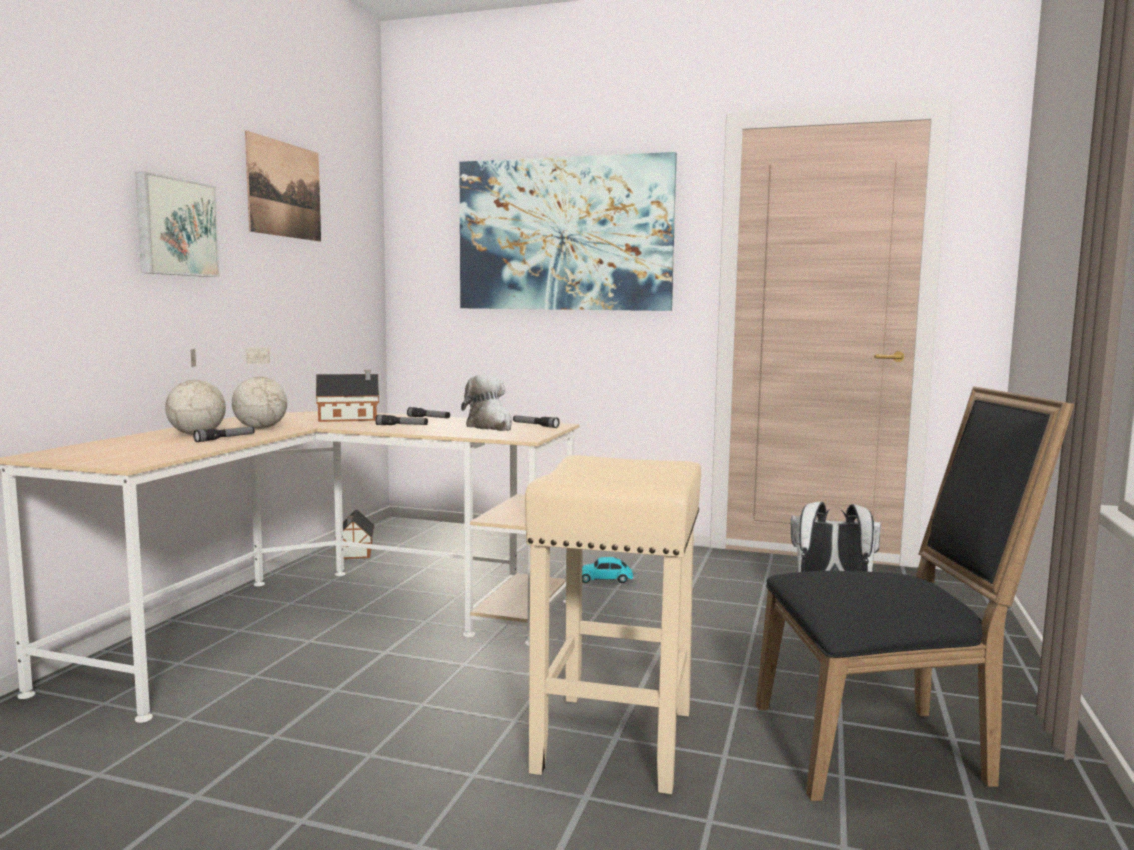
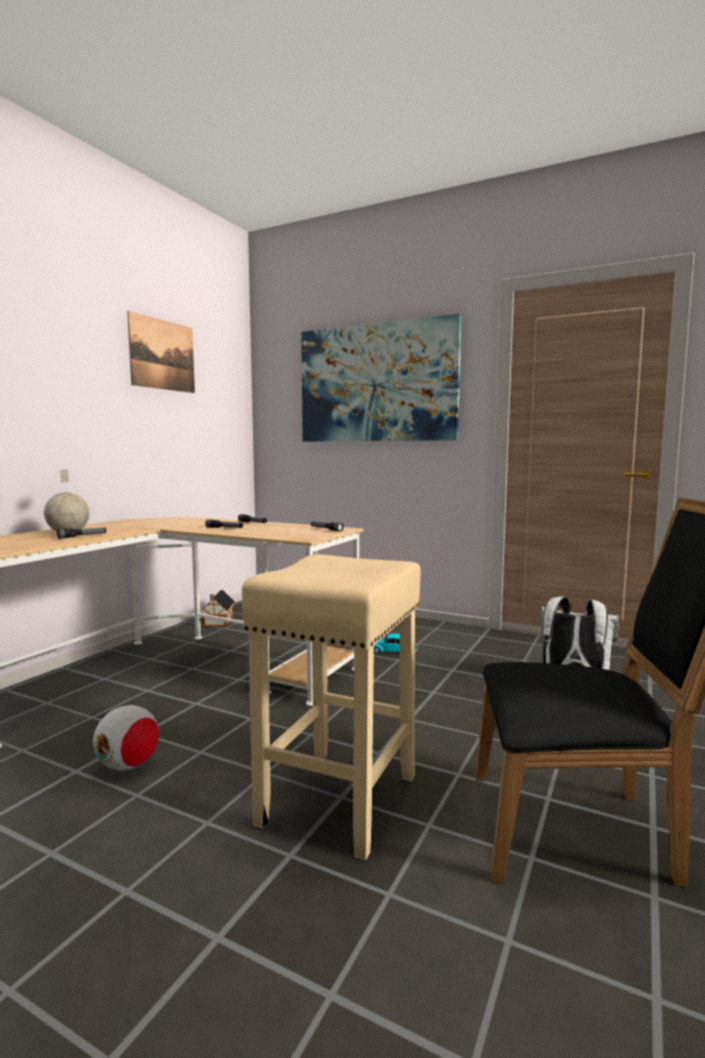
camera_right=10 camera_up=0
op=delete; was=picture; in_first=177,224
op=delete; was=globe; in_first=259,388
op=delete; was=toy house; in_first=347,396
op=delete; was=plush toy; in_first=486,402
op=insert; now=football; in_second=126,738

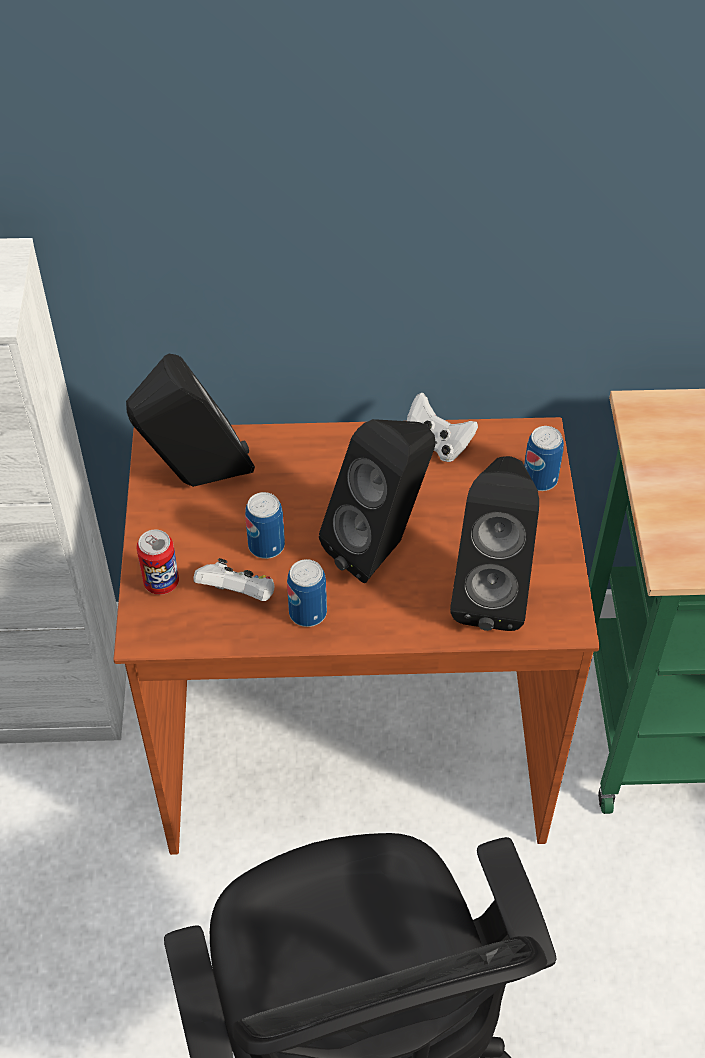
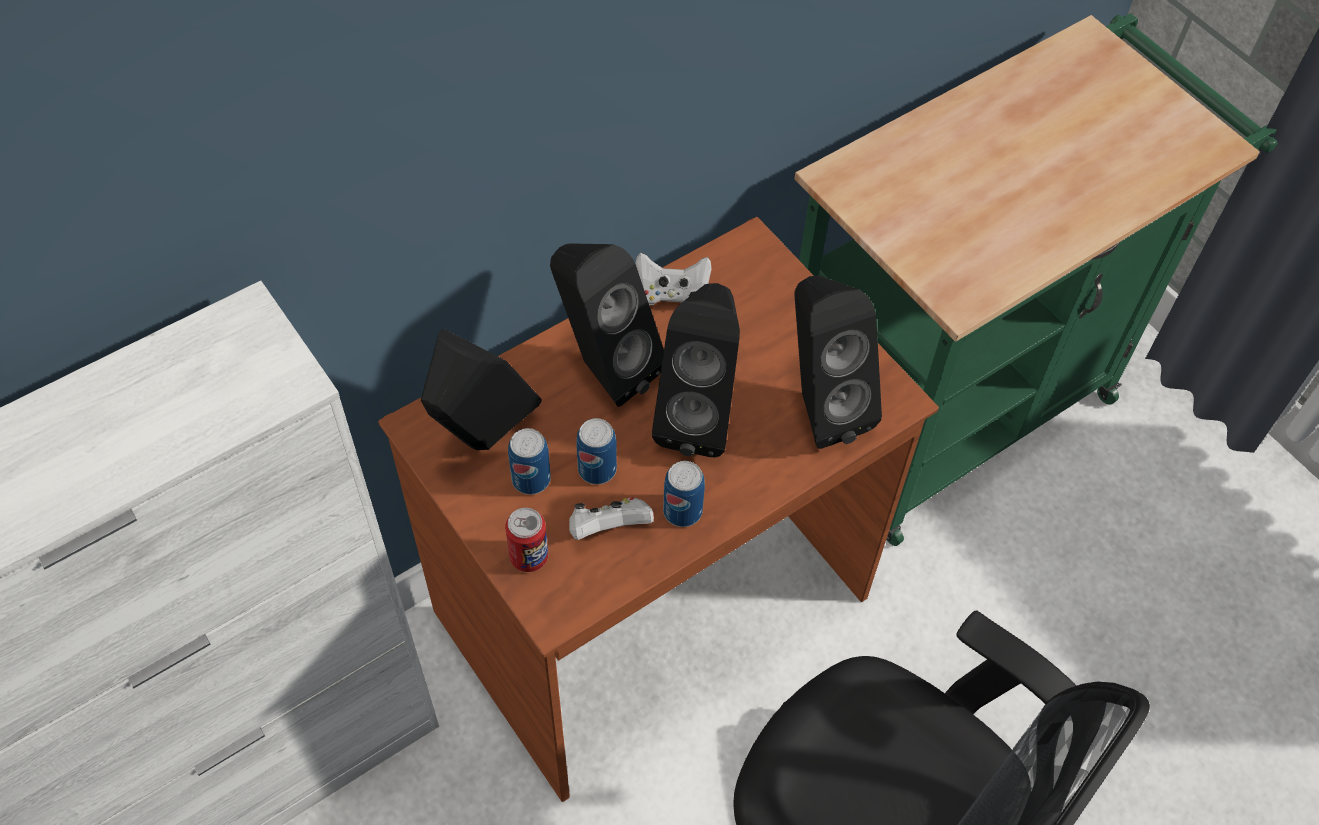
camera_right=-35 camera_up=5
op=move; was=can; in_first=544,458; in_second=529,461
op=insert; now=black speaker; in_second=607,325

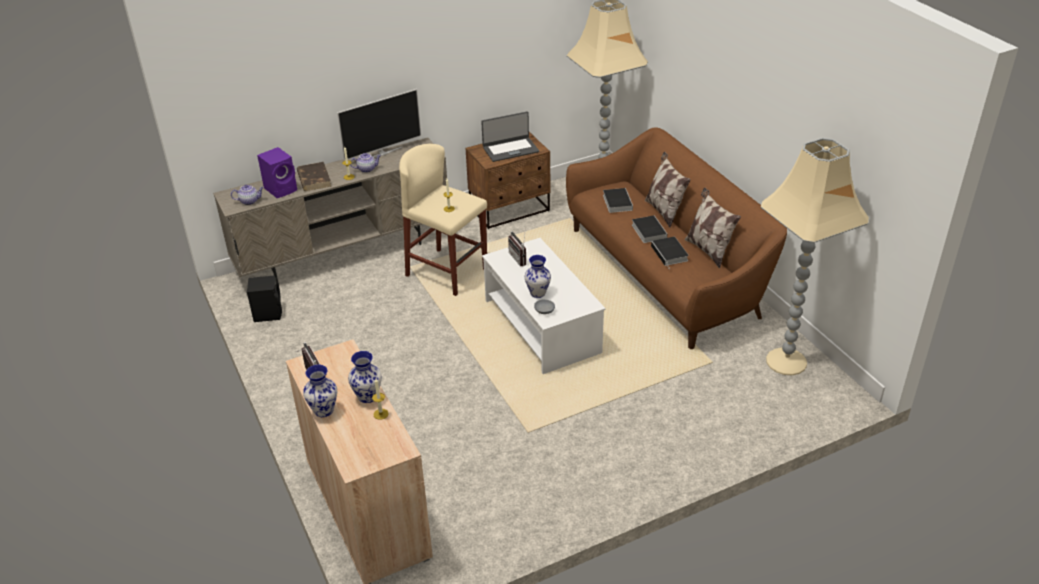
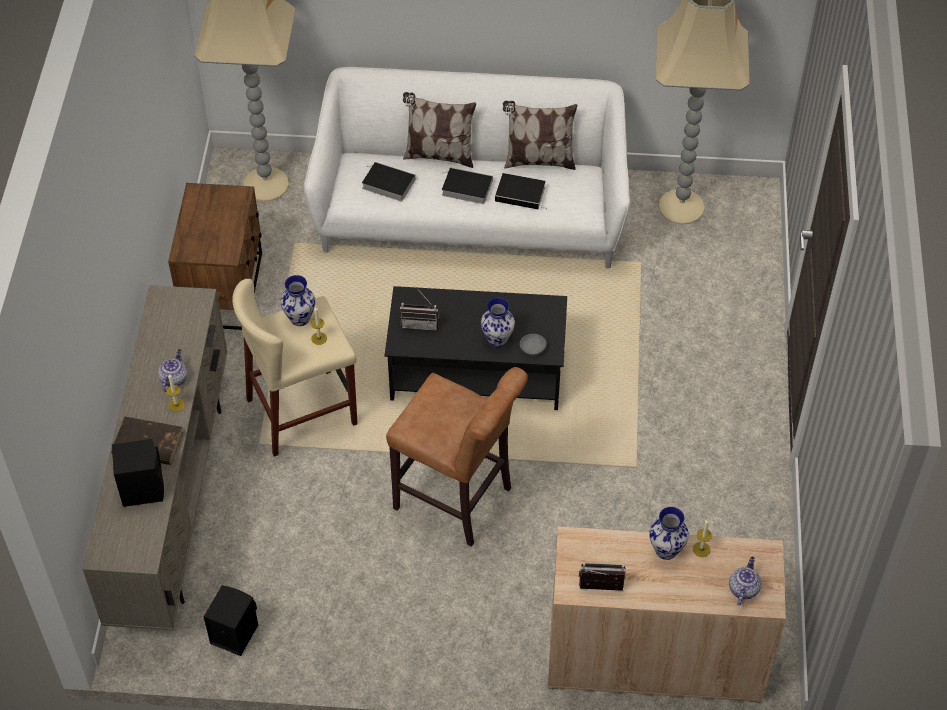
camera_right=-60 camera_up=15
op=move; was=teapot; in_first=247,195; in_second=745,580
op=recolor; was=purple speaker; now=black speaker; in_first=277,172; in_second=138,473
op=move; was=vase; in_first=320,391; in_second=297,300
op=delete; was=television; in_first=379,125
op=delete; was=laptop; in_first=510,136
op=recolor; was=white coffee table; now=black coffee table; in_first=544,306; in_second=476,348
op=recolor; was=brown sofa; now=white sofa; in_first=676,238; in_second=467,167
op=insert; now=brown stool; in_second=457,457

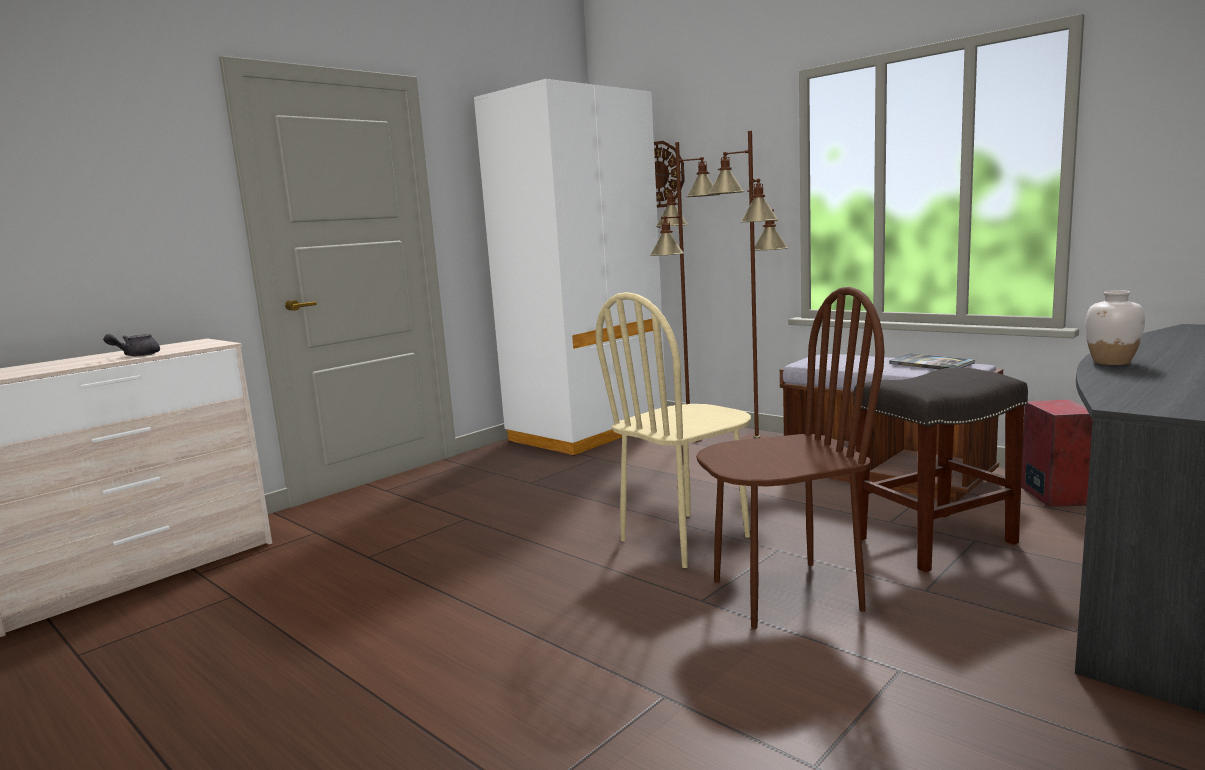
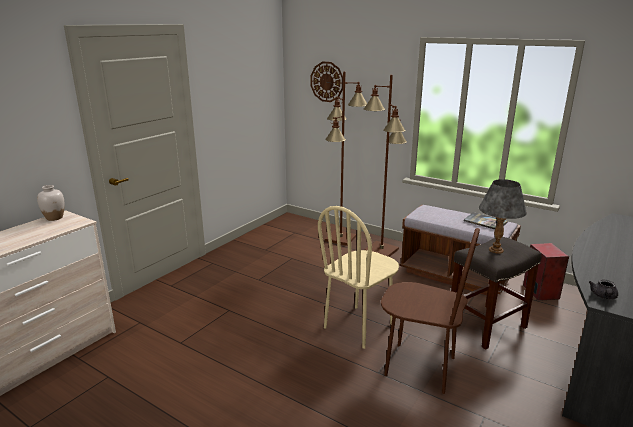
camera_right=-10 camera_up=10
op=move; was=grey teapot; in_first=131,345; in_second=603,290
op=delete; was=white wardrobe; in_first=569,267
op=rotate; was=brown chair; in_first=790,458; in_second=430,311; clockwise=45
op=move; was=white vase; in_first=1115,327; in_second=50,203
op=insert; now=grey table lamp; in_second=503,216

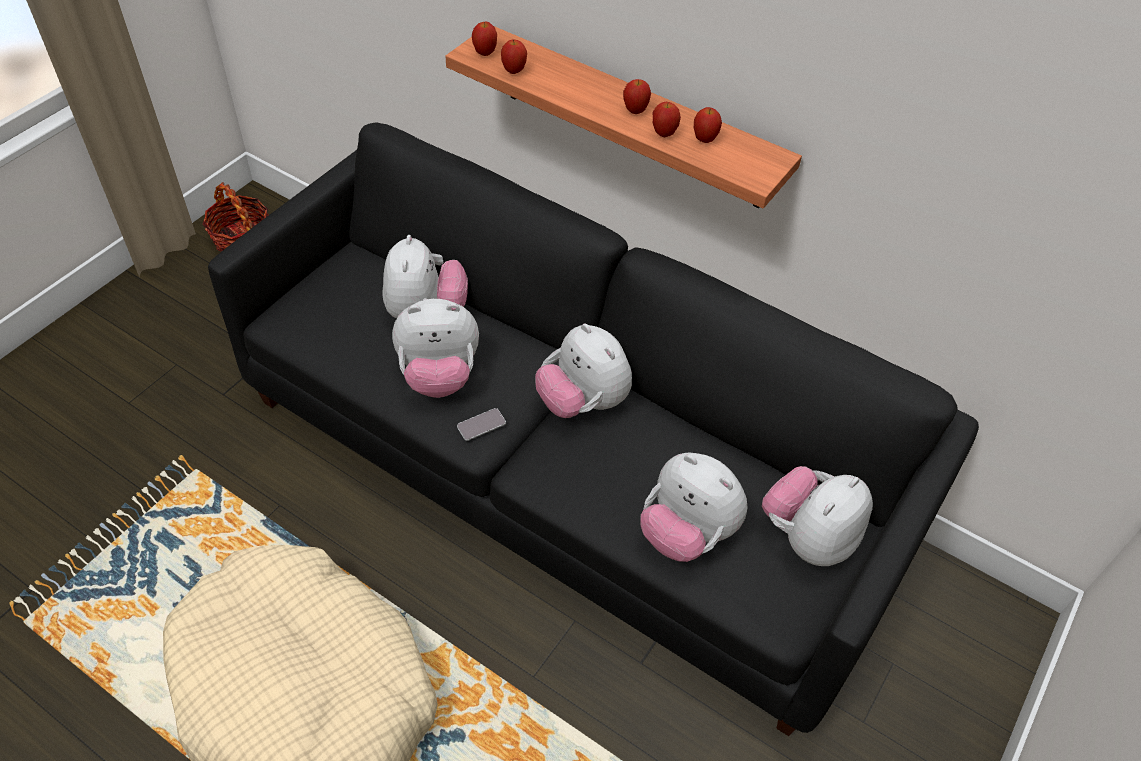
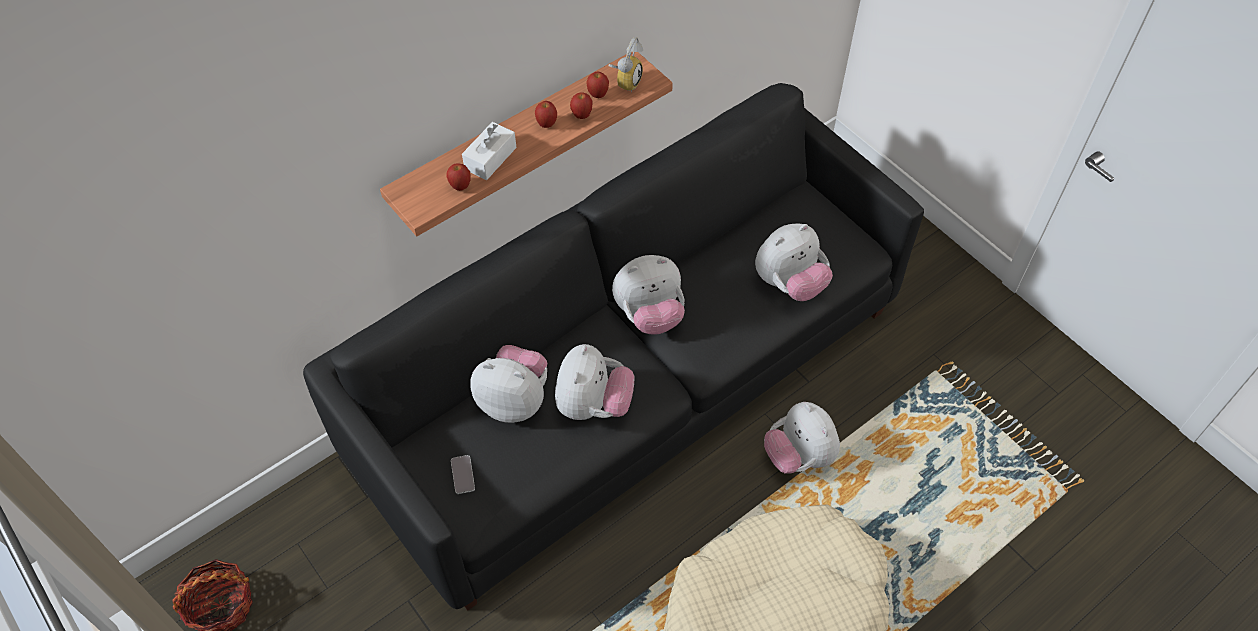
camera_right=-70 camera_up=5
op=move; was=phone; in_first=481,424; in_second=463,474
op=delete; was=apple; in_first=484,39
op=move; was=plush toy; in_first=817,516; in_second=802,438
op=insert; now=white tissue box; in_second=489,151
op=insert; now=alarm clock; in_second=626,64

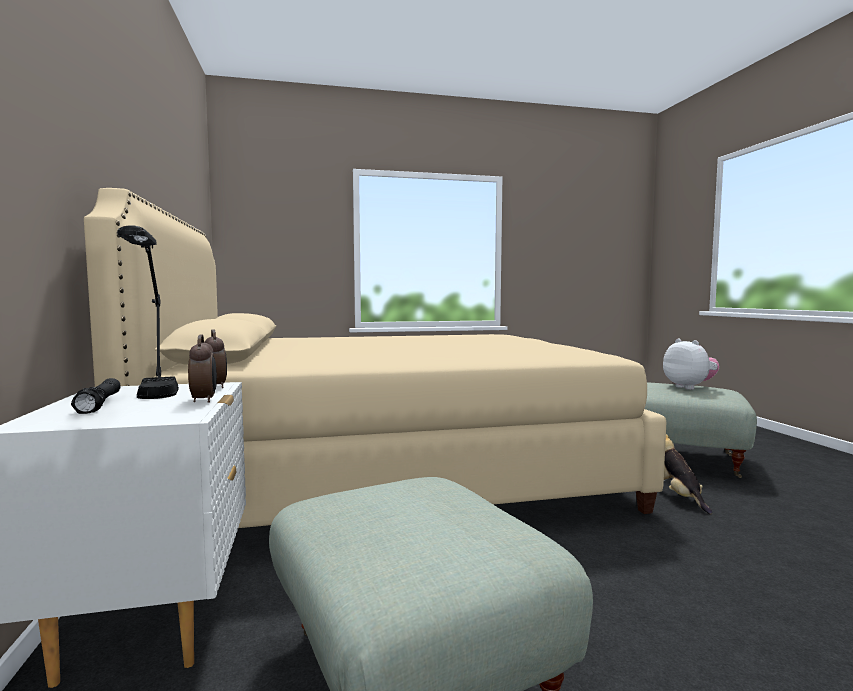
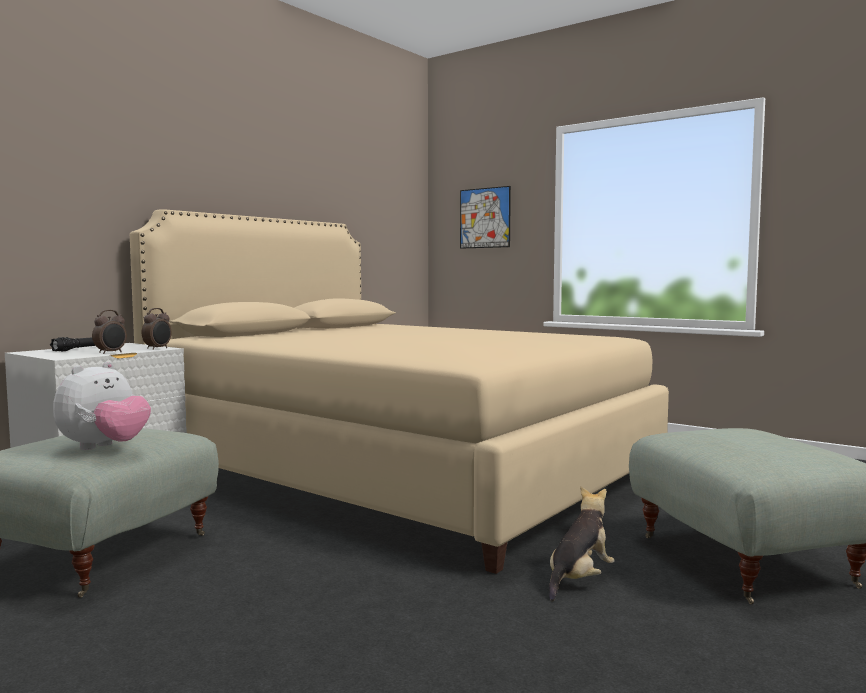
camera_right=50 camera_up=0
op=delete; was=black table lamp; in_first=148,312
op=move; was=plush toy; in_first=691,364; in_second=102,406
op=insert; now=picture; in_second=485,217

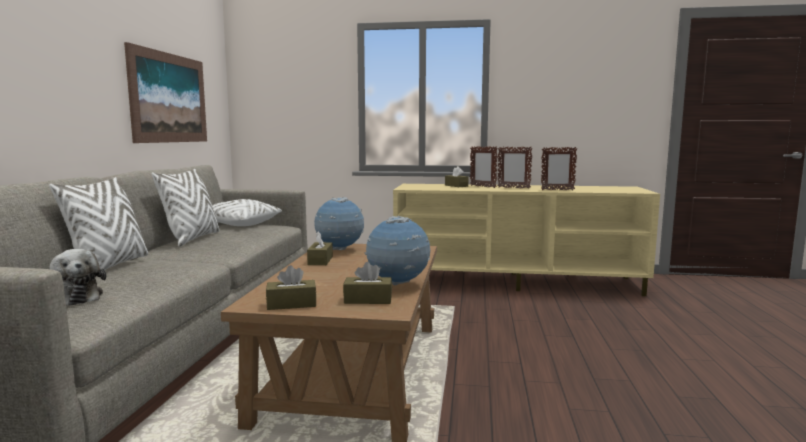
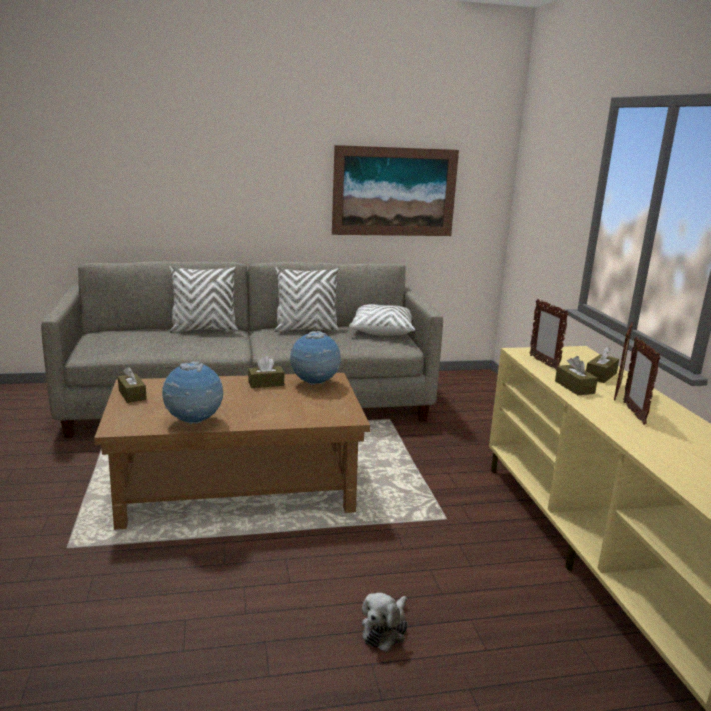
camera_right=70 camera_up=10
op=move; was=plush toy; in_first=78,277; in_second=385,622
op=move; was=brown tissue box; in_first=367,283; in_second=576,375
op=move; was=picture frame; in_first=559,168; in_second=549,335

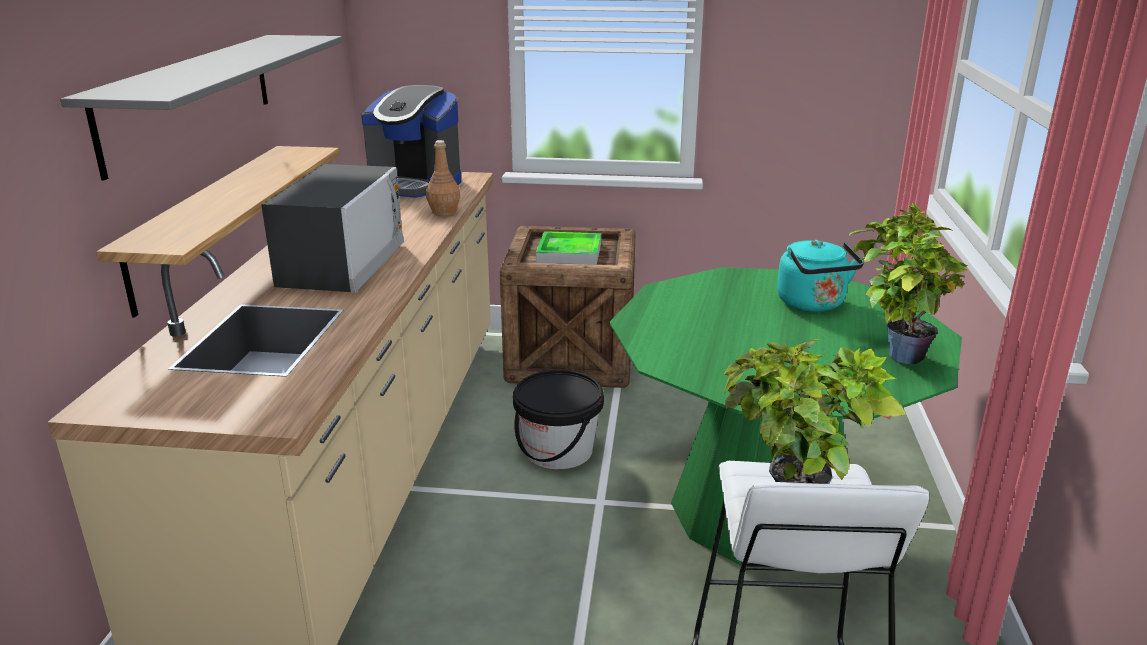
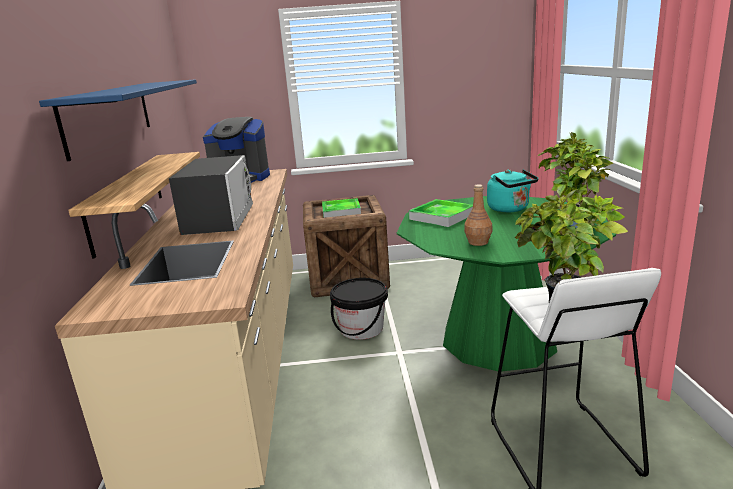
camera_right=-10 camera_up=-5
op=recolor; was=grey shelf; now=blue shelf; in_first=201,108; in_second=118,120
op=move; was=brown bottle; in_first=443,178; in_second=478,215
op=insert; now=tray; in_second=441,213

